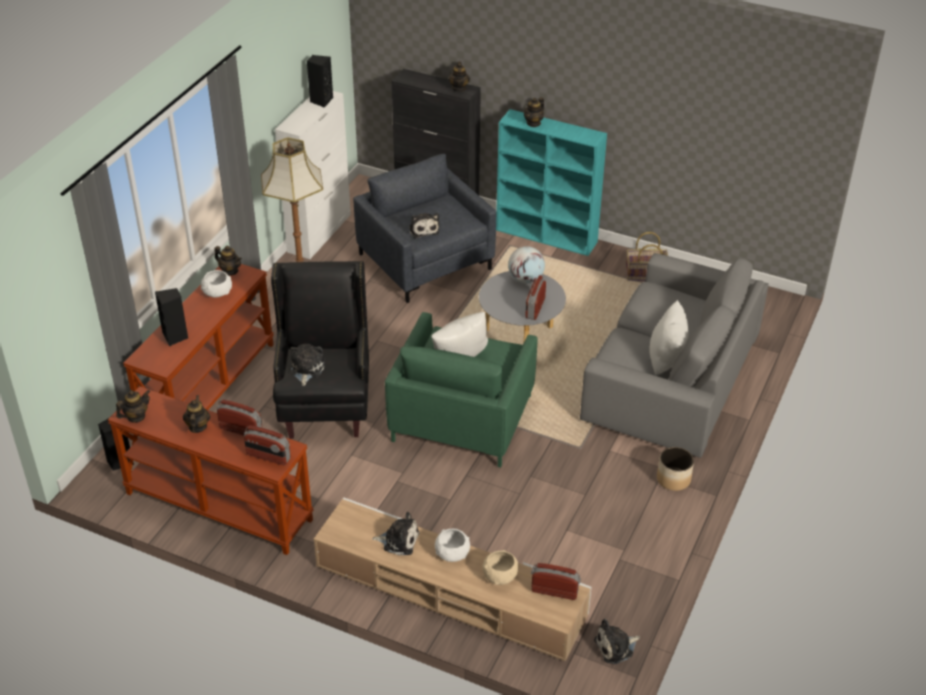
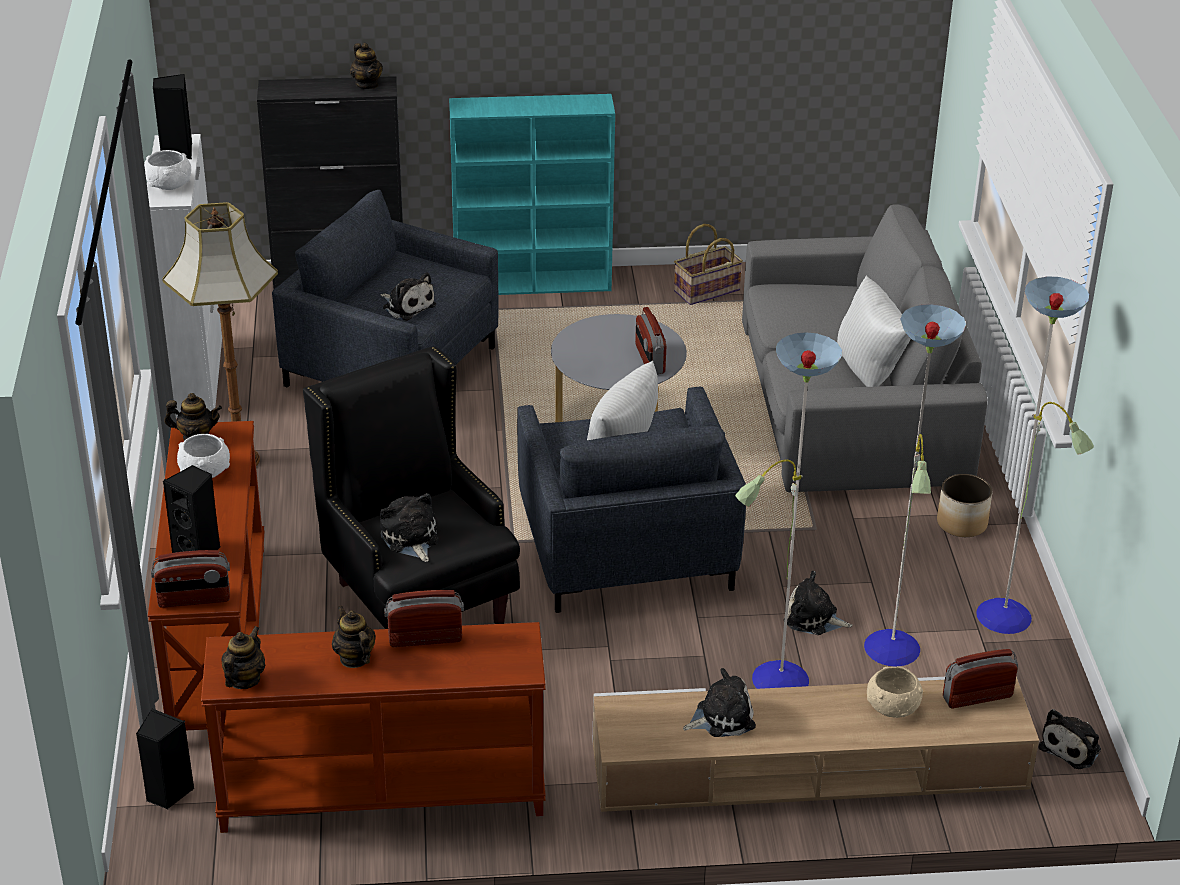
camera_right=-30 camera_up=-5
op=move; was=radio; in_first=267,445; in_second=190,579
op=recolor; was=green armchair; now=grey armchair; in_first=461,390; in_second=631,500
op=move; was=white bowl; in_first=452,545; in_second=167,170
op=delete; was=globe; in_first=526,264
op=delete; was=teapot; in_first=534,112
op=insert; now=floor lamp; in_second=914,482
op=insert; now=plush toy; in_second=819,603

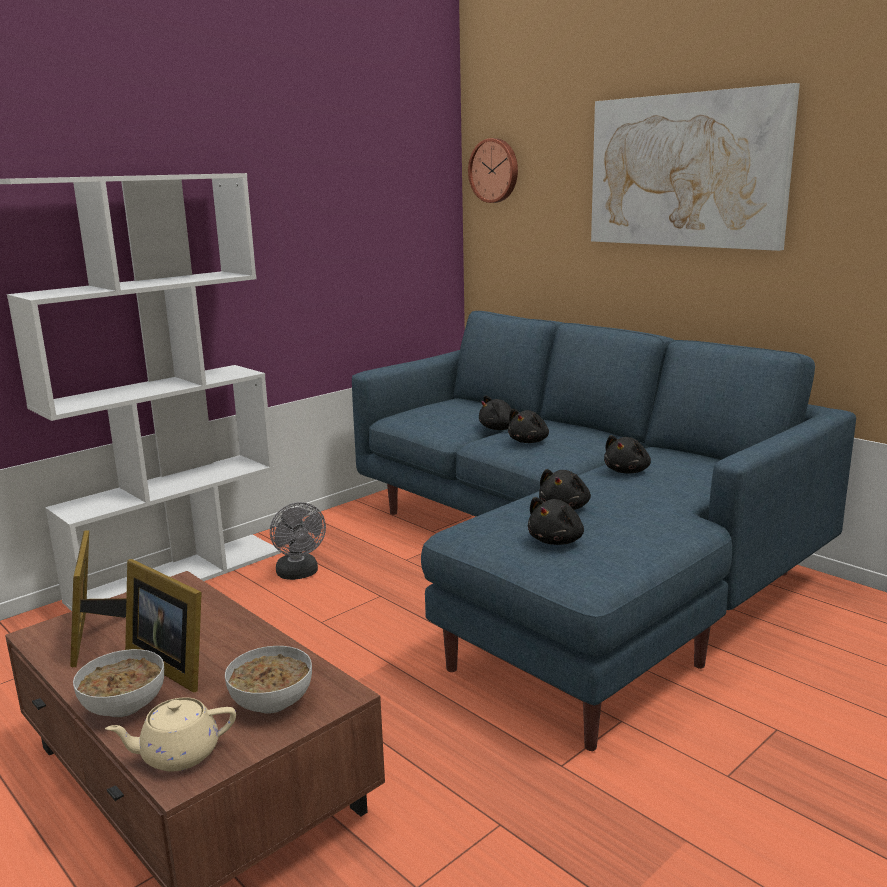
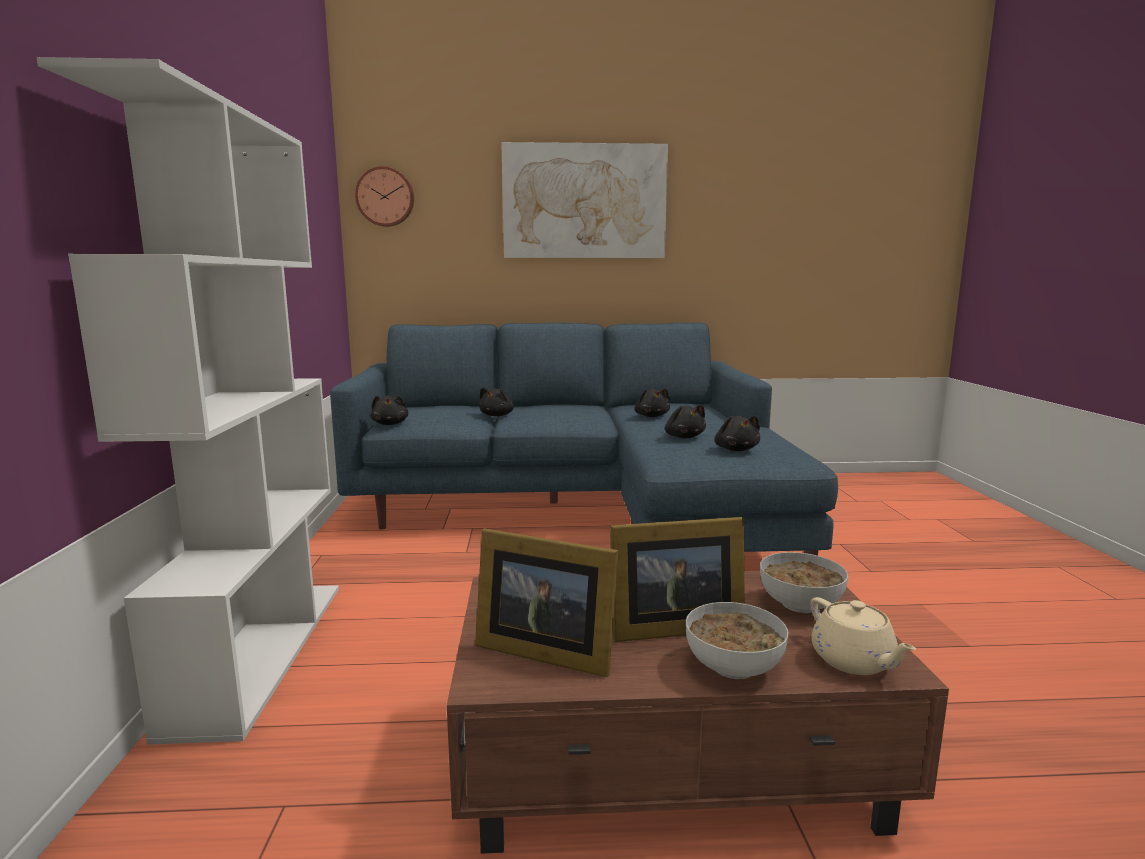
camera_right=-50 camera_up=-5
op=rotate; was=beige teapot; in_first=170,734; in_second=863,636; clockwise=-45
op=delete; was=grey fan; in_first=298,541
op=move; was=black plush toy; in_first=528,426; in_second=390,410

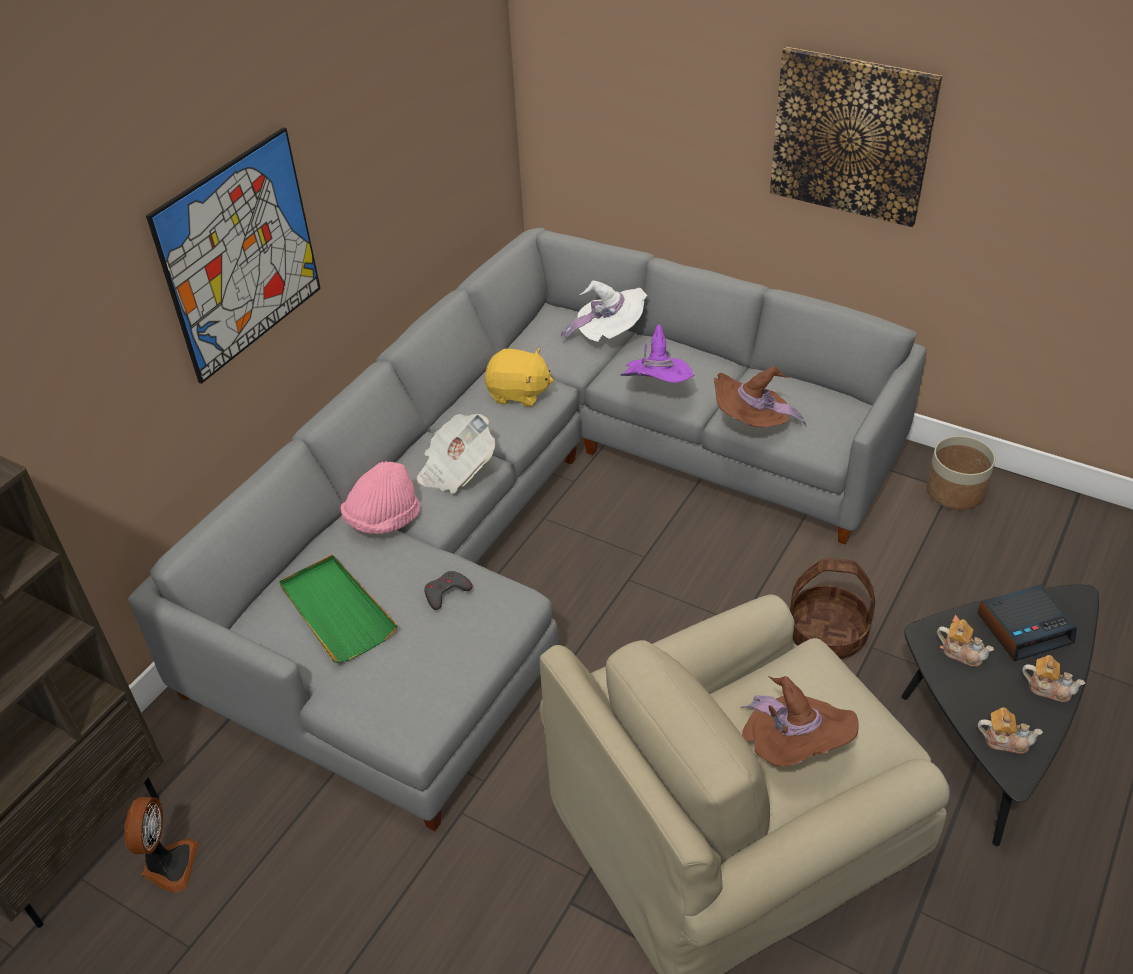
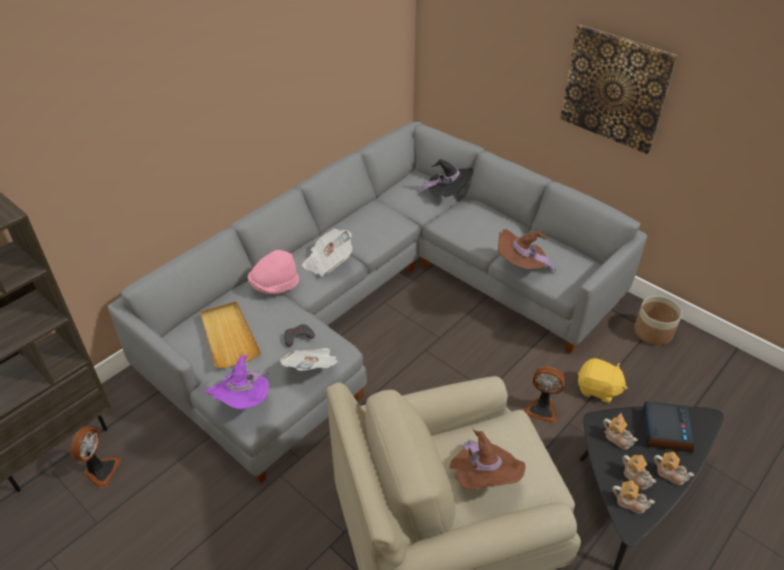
camera_right=10 camera_up=0
op=delete; was=picture; in_first=233,255
op=recolor; was=green tray; now=beige tray; in_first=338,608; in_second=230,334
op=move; was=yellow plush toy; in_first=519,377; in_second=603,380
op=recolor; was=white hat; now=black hat; in_first=604,312; in_second=446,178
op=move; was=purple hat; in_first=657,354; in_second=236,381
op=replace; was=basket; now=fan; in_first=832,608; in_second=544,395
op=rotate; was=alarm clock; in_first=1027,622; in_second=668,427; clockwise=-75
op=insert; now=newspaper; in_second=309,359
op=insert; now=teapot; in_second=639,472

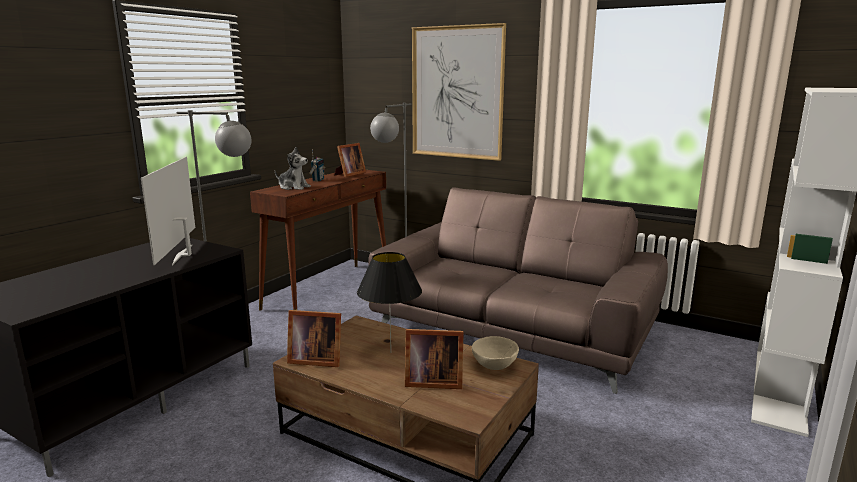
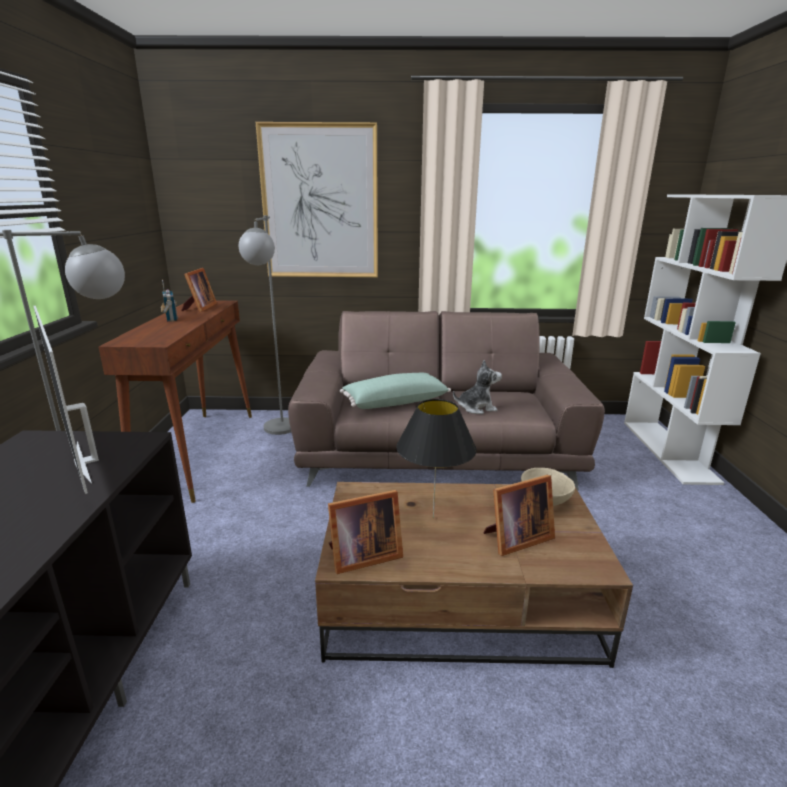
camera_right=-30 camera_up=5
op=move; was=plush toy; in_first=293,168; in_second=477,387
op=insert; now=green pillow; in_second=395,391

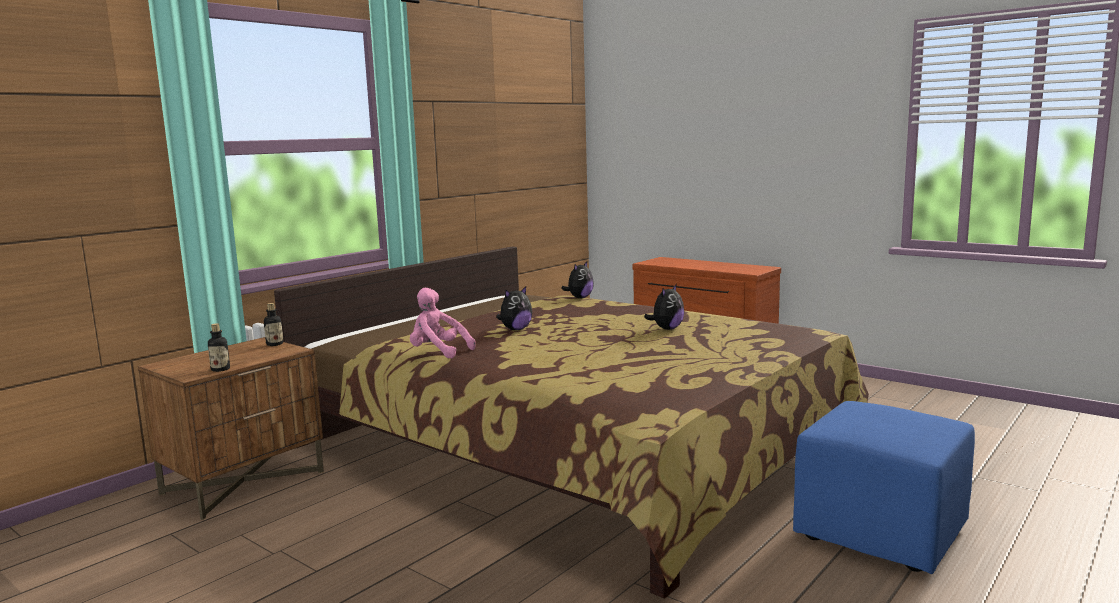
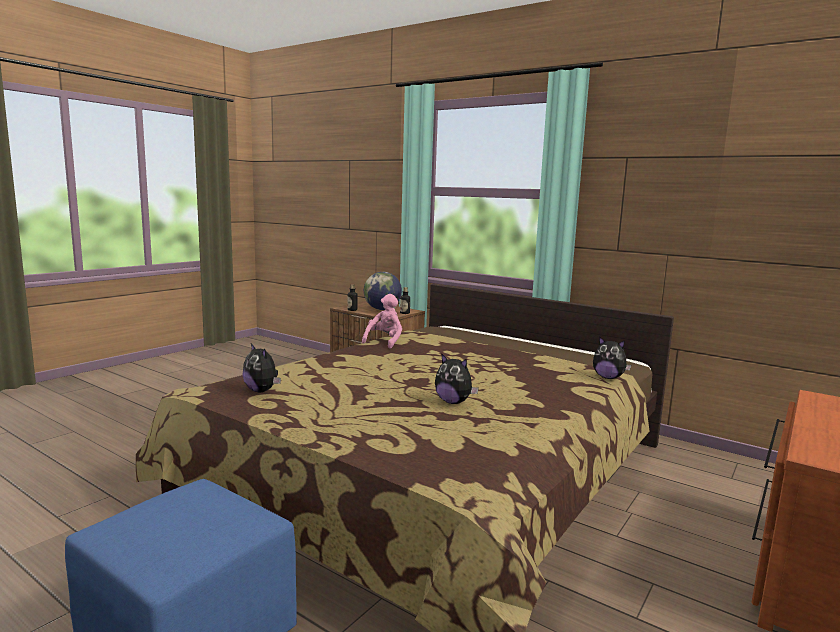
camera_right=85 camera_up=0
op=move; was=plush toy; in_first=514,308; in_second=262,367
op=insert; now=globe; in_second=383,291

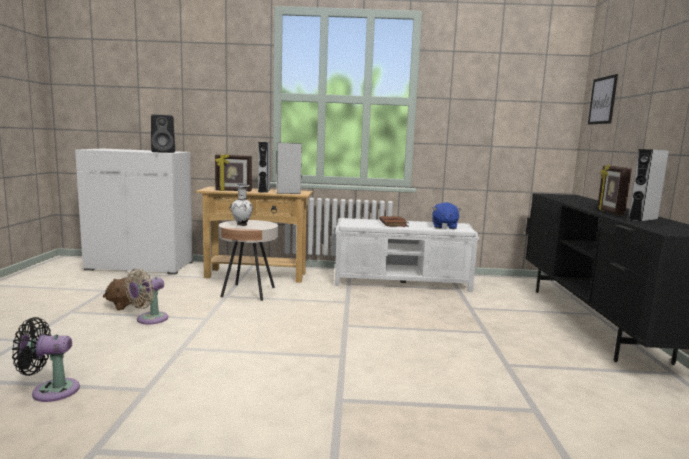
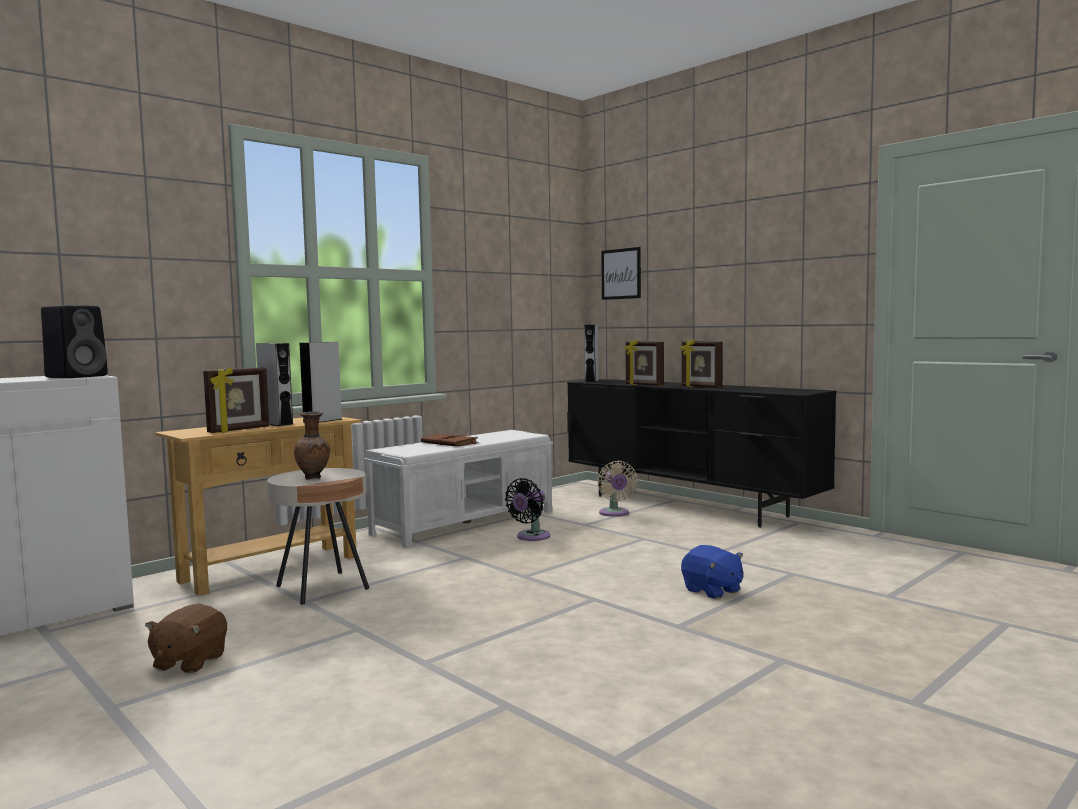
camera_right=-45 camera_up=-5
op=move; was=black fan; in_first=46,359; in_second=527,509
op=move; was=beige fan; in_first=146,296; in_second=617,489
op=recolor; was=white vase; now=brown vase; in_first=242,205; in_second=312,445
op=move; was=blue plush toy; in_first=446,215; in_second=712,572
op=move; was=grey speaker; in_first=648,185; in_second=591,354
op=insert; now=picture frame; in_second=644,363

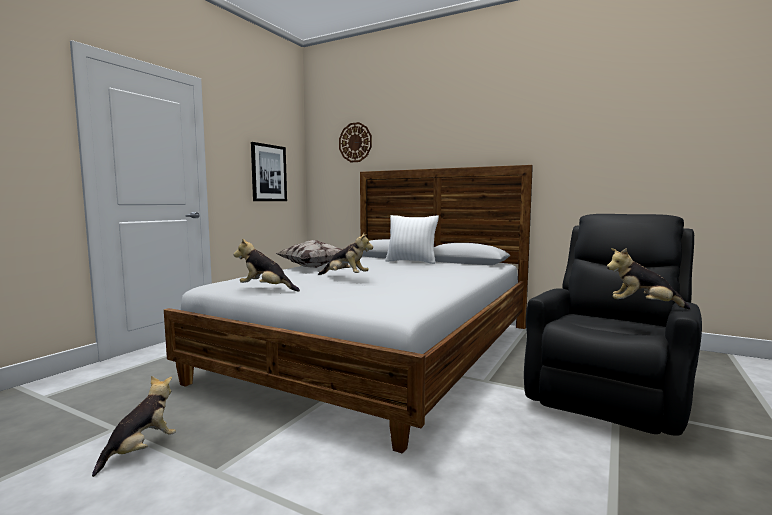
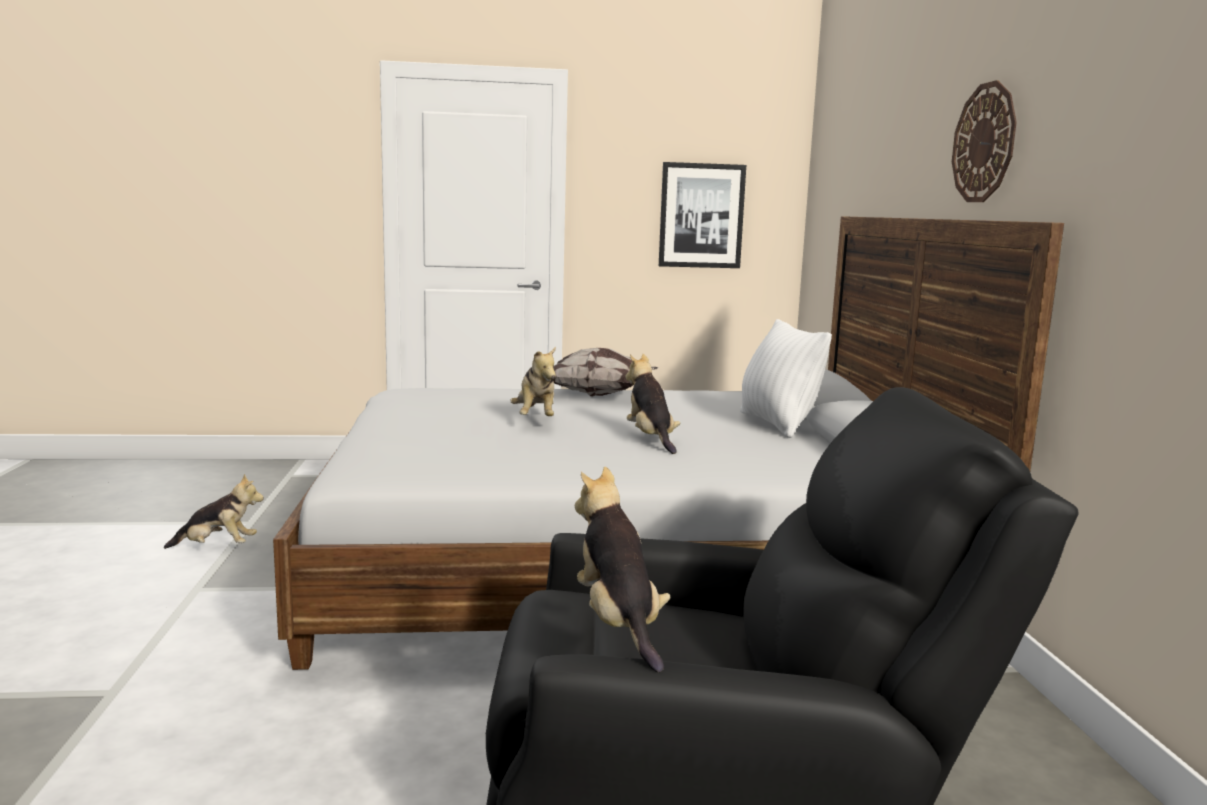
camera_right=55 camera_up=5
op=move; was=plush toy; in_first=267,265; in_second=652,404
op=move; was=wall clock; in_first=355,142; in_second=984,141

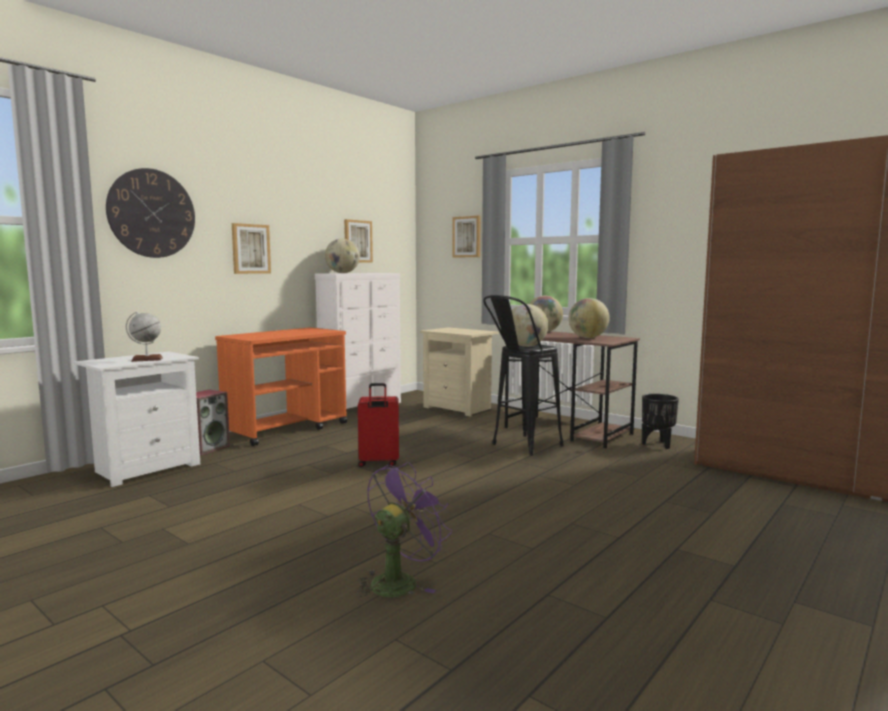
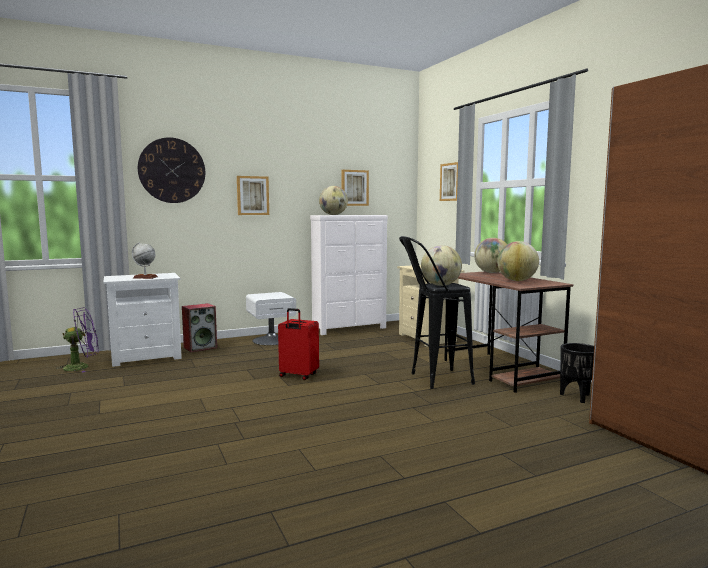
camera_right=25 camera_up=0
op=replace; was=orange cart; now=white nightstand; in_first=281,386; in_second=271,318
op=move; was=purple fan; in_first=404,529; in_second=77,339

